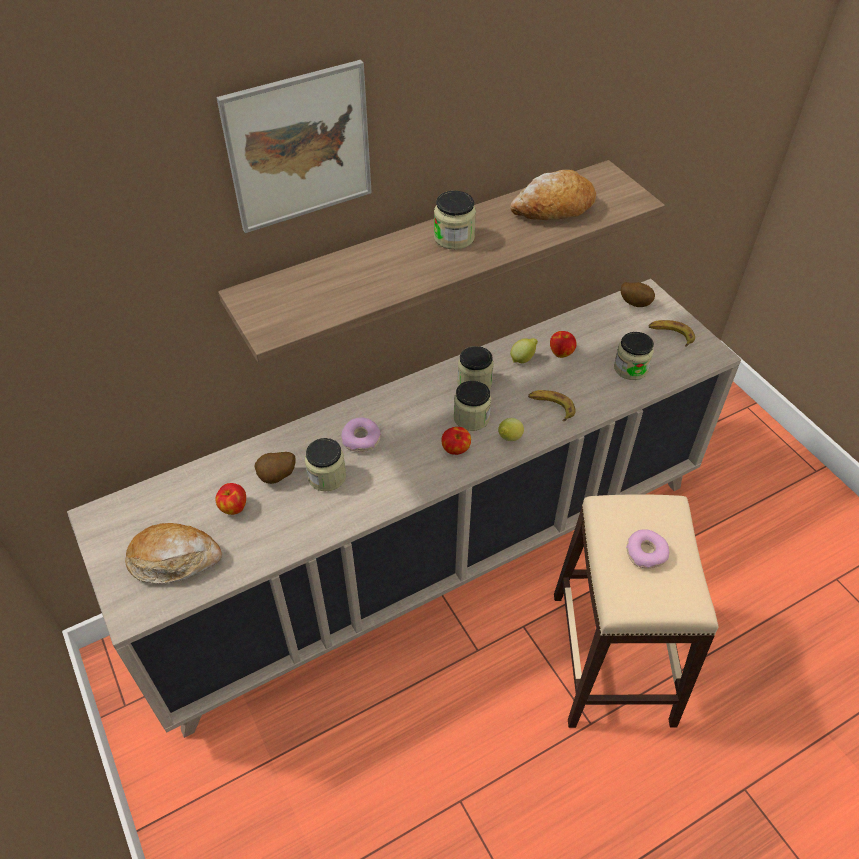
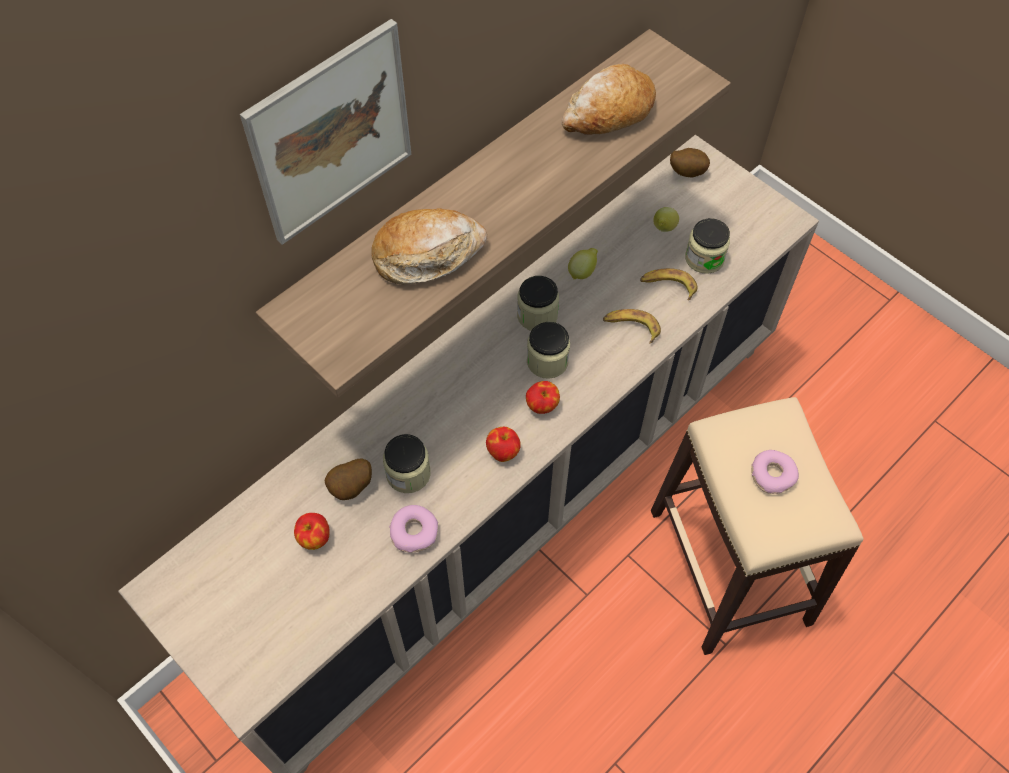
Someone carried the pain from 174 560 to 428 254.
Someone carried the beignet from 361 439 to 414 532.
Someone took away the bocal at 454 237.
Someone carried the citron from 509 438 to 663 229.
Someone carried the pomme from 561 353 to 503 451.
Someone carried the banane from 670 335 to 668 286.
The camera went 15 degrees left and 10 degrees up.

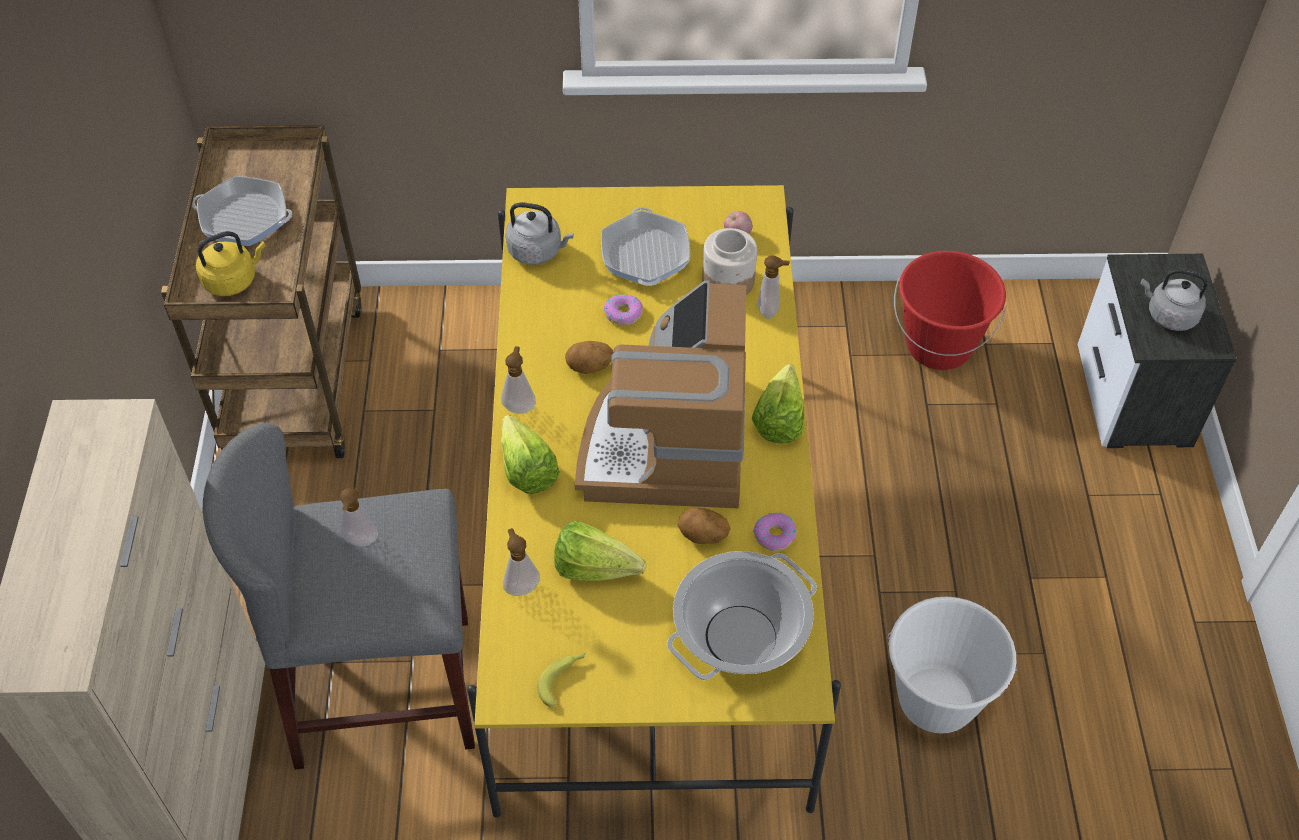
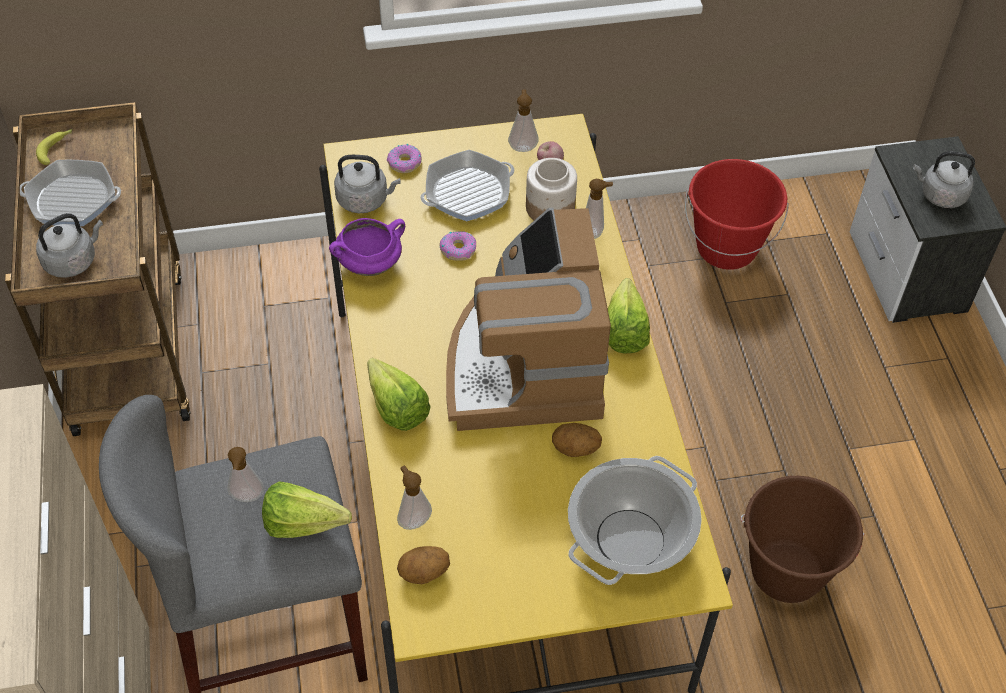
Someone repainted the bouilloire (jaune) at 233 280, which became the bouilloire (gris) at 73 261.
Someone carried the distributeur de savon from 519 406 to 523 146.
Someone carried the banane from 563 679 to 56 148.
Someone carried the laitue from 601 572 to 310 526.
Someone carried the pomme de terre from 589 368 to 424 574.
Someone rotated the poêle at 645 255 by 105 degrees counterclockwise.
Someone carried the beignet from 775 535 to 405 163.
Someone repainted the seau (blanc) at 936 700, which became the seau (marron) at 786 573.
Someone put down the marmite (violet) at 370 264.
The camera went 10 degrees left and 0 degrees up.

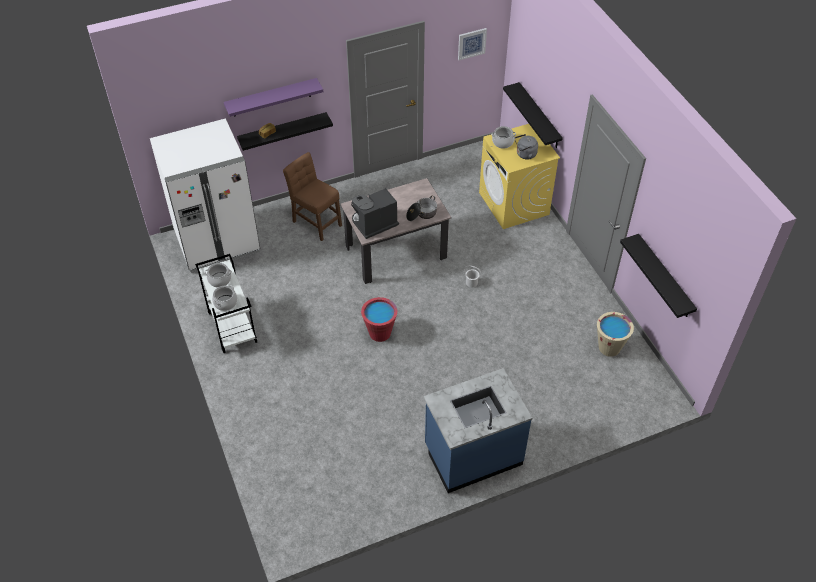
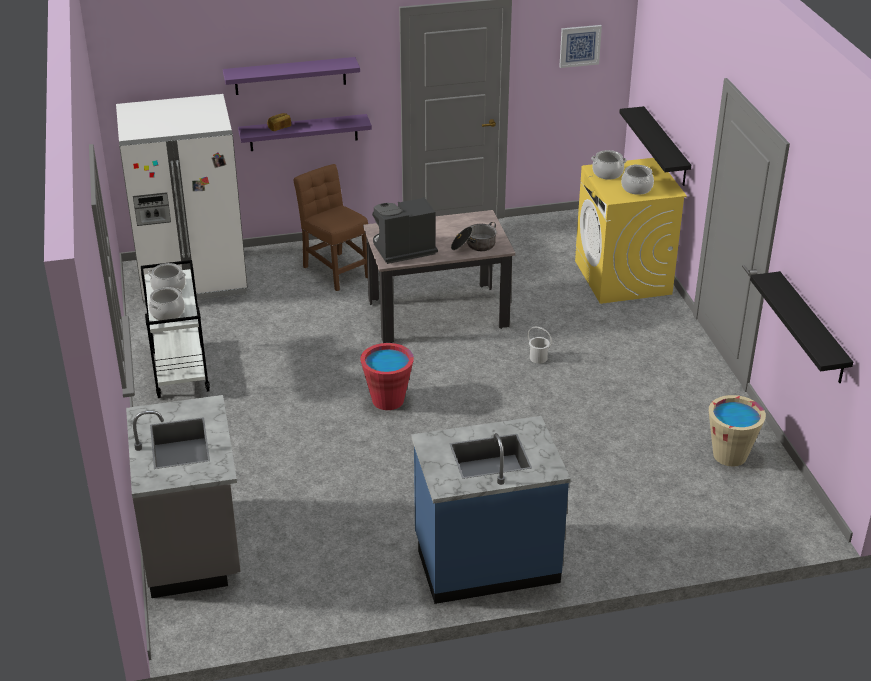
Someone repainted the étagère (noir) at 283 131, which became the étagère (violet) at 303 132.
Someone swapped the bouilloire (gris) at 525 154 for the marmite at 636 188.
Someone put down the comptoir de cuisine (gris) at 194 546.
The camera went 10 degrees right and 15 degrees down.

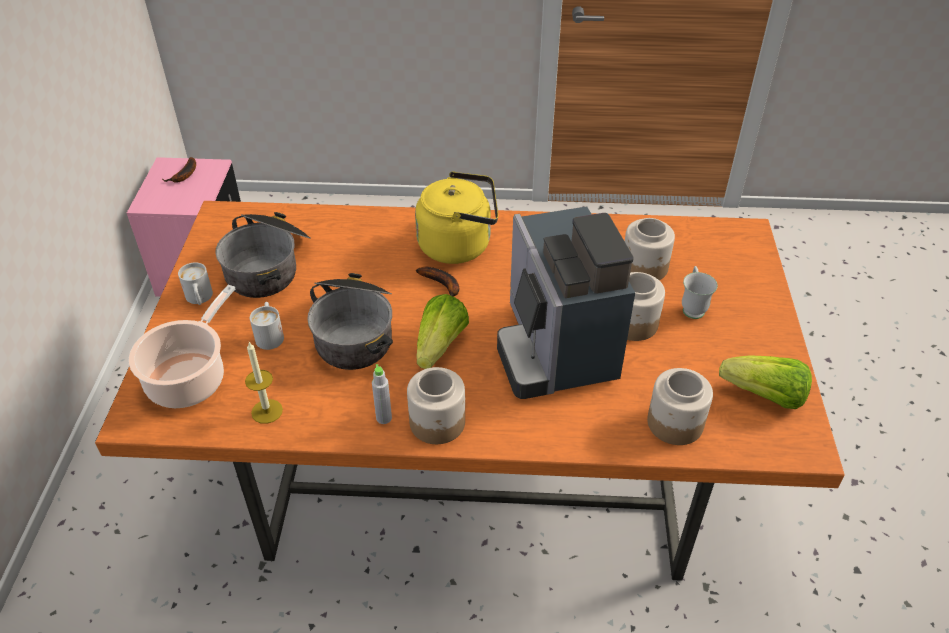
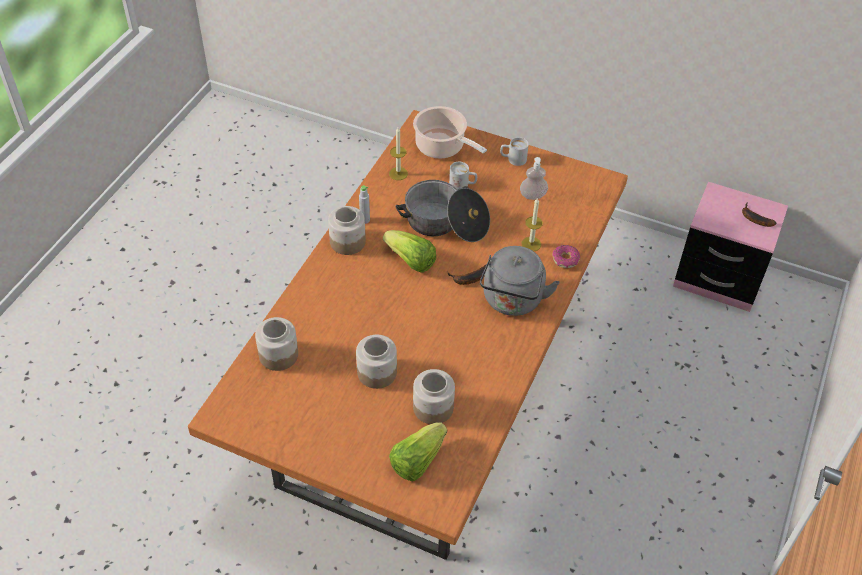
Someone swapped the marmite at 269 266 for the distributeur de savon at 533 195.
Someone repainted the bouilloire (jaune) at 459 245, which became the bouilloire (gris) at 512 301.
Someone took away the machine à café at 555 349.
Someone took away the mug (blanc) at 692 307.
Someone carried the laitue from 764 396 to 417 460.
Someone put down the bougie at 531 244.
Someone put down the beignet at 565 260.
The camera went 110 degrees right and 5 degrees up.

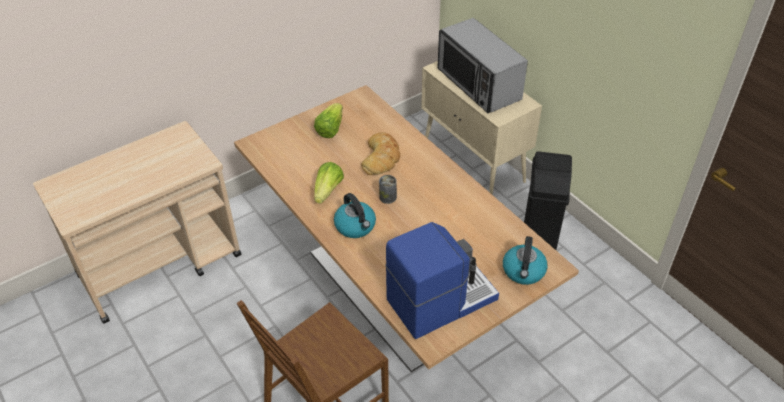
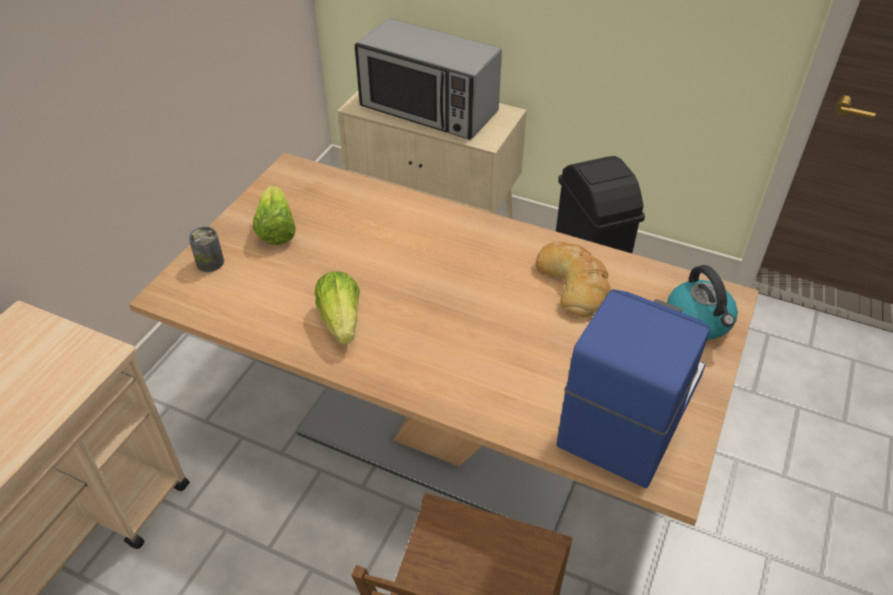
Someone took away the bouilloire at 356 226.
Someone carried the pain from 381 157 to 574 282.
Someone carried the boîte métallique from 388 197 to 210 263.
The camera went 30 degrees left and 0 degrees up.

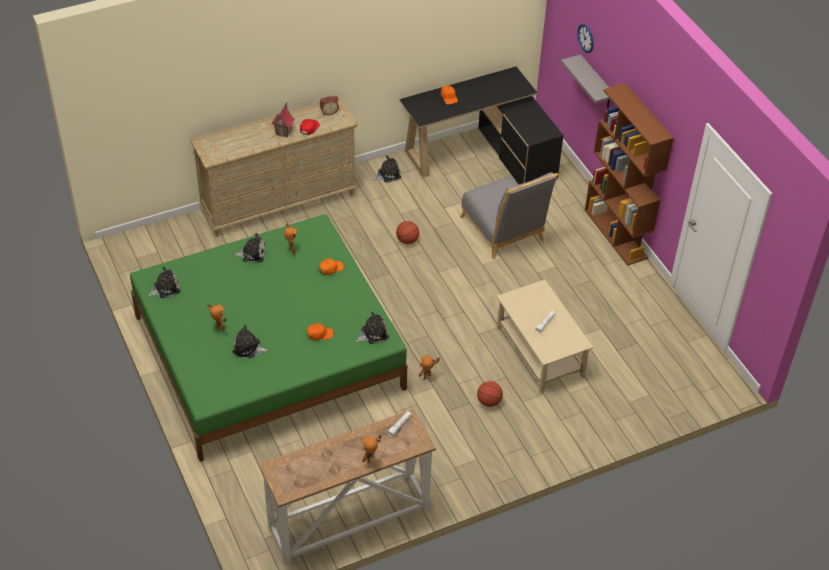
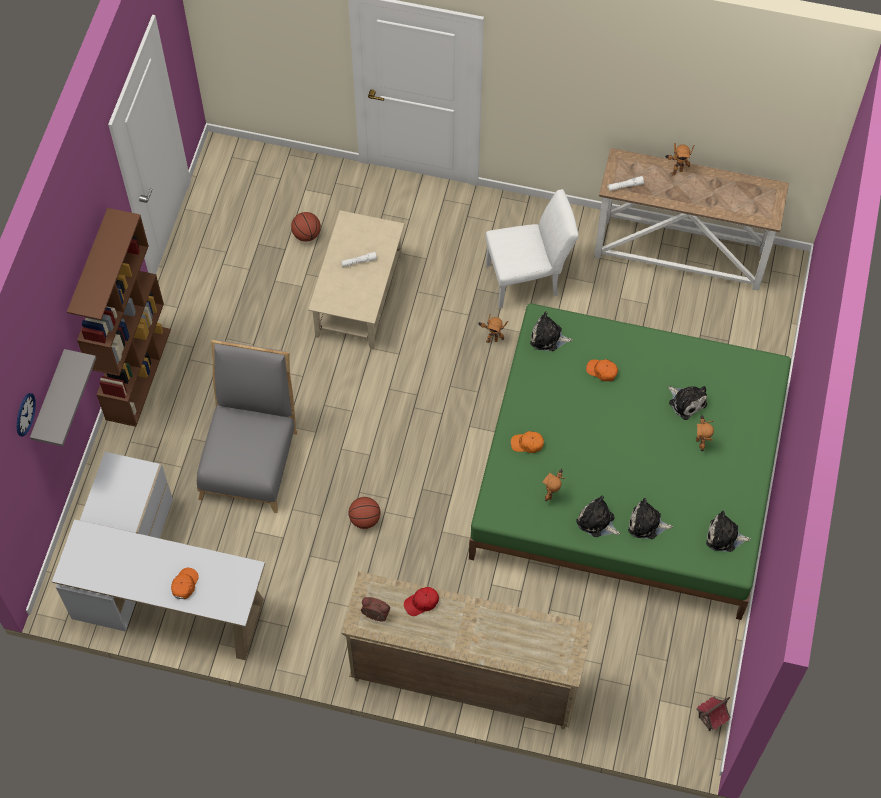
Someone carried the maison miniature from 284 132 to 710 719.
Someone carried the peluche from 387 174 to 646 524.
Someone repainted the bureau (noir) at 483 154, which became the bureau (blanc) at 160 587.
Someone carried the ballon de basket from 489 402 to 306 234.
Someone put down the chaise (blanc) at 528 279.
The camera went 140 degrees left and 15 degrees up.

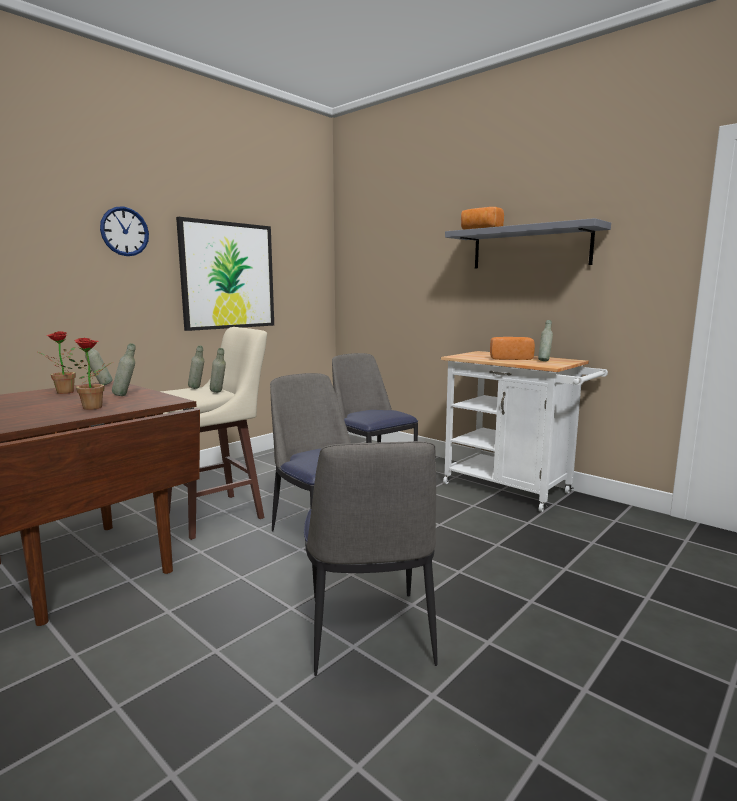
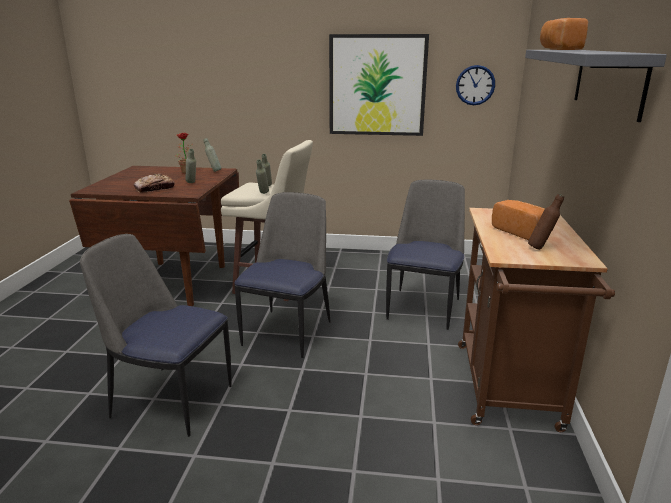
Someone swapped the plante en pot at 97 407 for the pain at 154 188.
Someone carried the horloge murale from 124 231 to 475 85.
Someone rotated the chaise at 369 634 by 60 degrees clockwise.
Someone repainted the chariot (blanc) at 514 490, which became the chariot (marron) at 509 391.
Someone repainted the bouteille (gris) at 544 361, which became the bouteille (marron) at 541 248.
The camera went 55 degrees right and 10 degrees up.

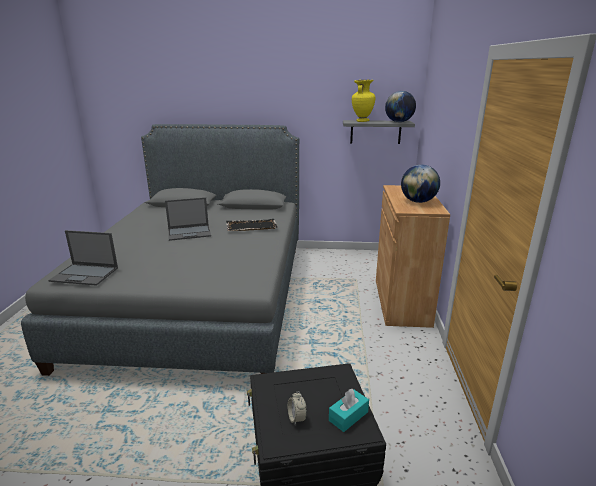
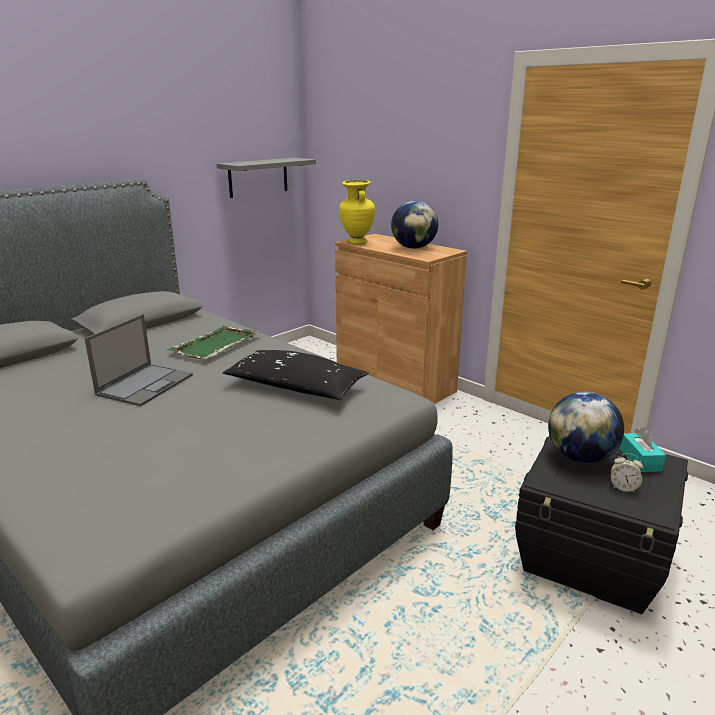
Someone took away the ordinateur portable at 85 274.
Someone repainted the plateau (noir) at 251 227, which became the plateau (vert) at 214 345.
Someone carried the vase (jaune) from 362 121 to 356 242.
Someone carried the globe from 399 122 to 580 457.
Someone put down the coussin (noir) at 295 387.
The camera went 50 degrees left and 0 degrees up.

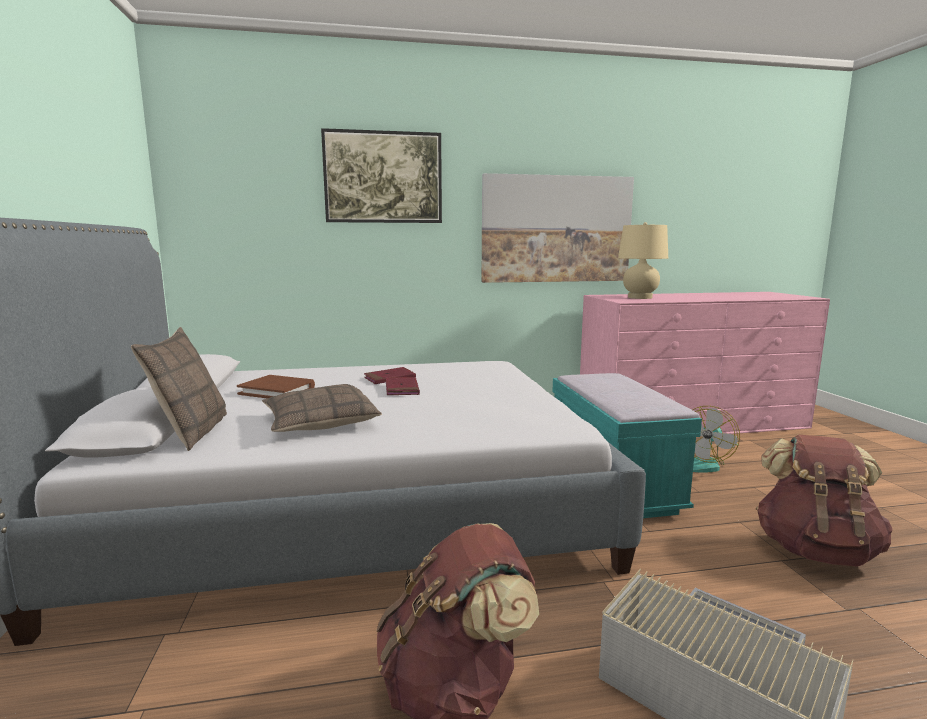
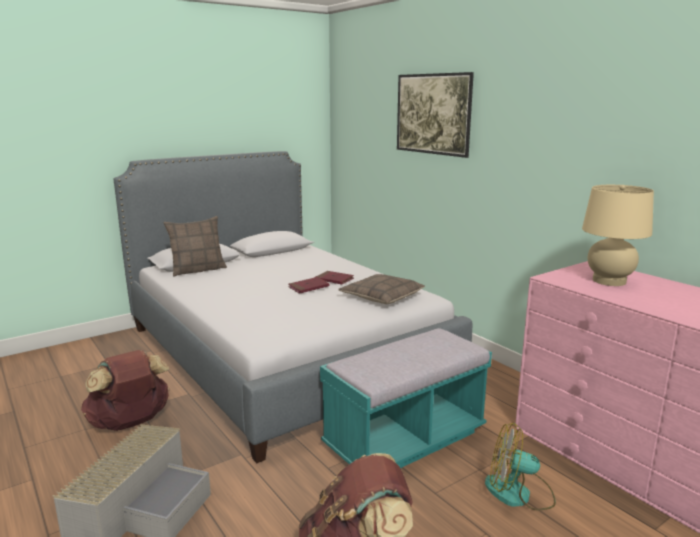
Someone took away the livre (marron) at 277 391.
Someone carried the coussin from 320 421 to 381 297.
Someone took away the tableau at 556 229.
The camera went 65 degrees right and 5 degrees up.

